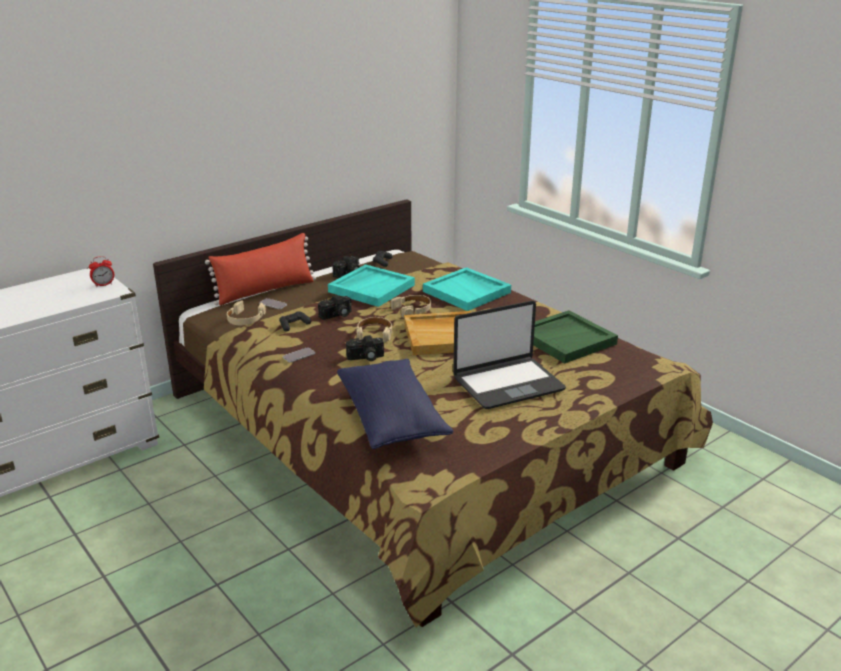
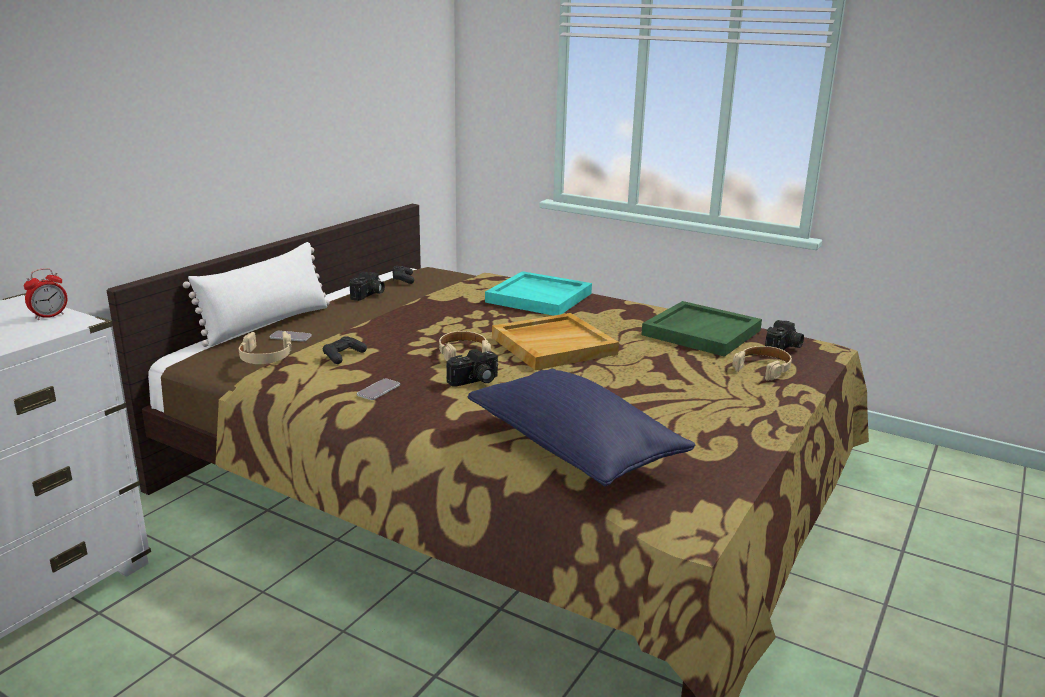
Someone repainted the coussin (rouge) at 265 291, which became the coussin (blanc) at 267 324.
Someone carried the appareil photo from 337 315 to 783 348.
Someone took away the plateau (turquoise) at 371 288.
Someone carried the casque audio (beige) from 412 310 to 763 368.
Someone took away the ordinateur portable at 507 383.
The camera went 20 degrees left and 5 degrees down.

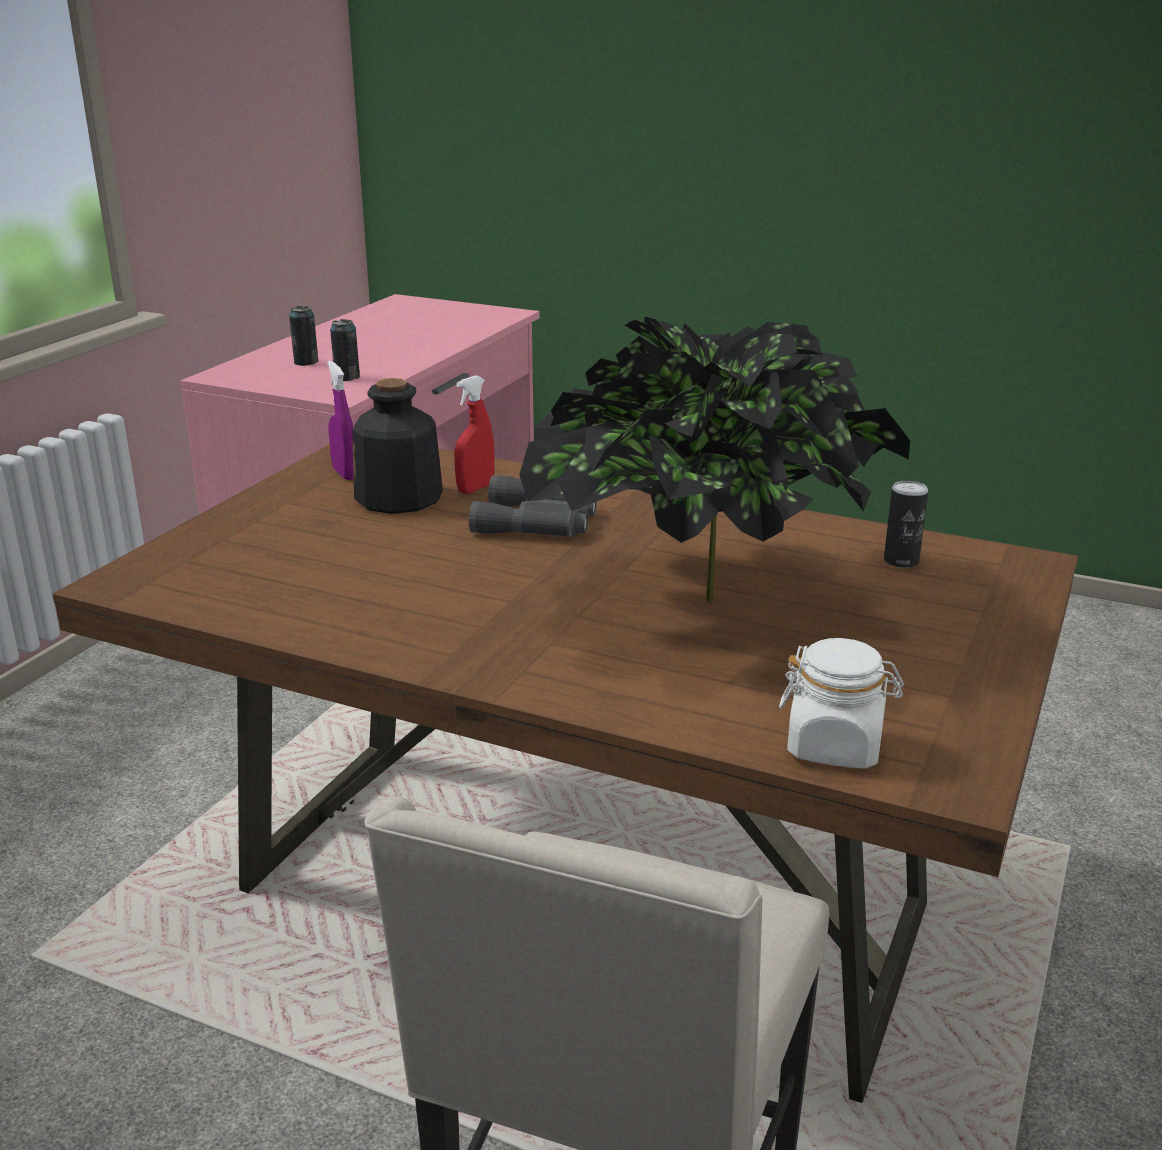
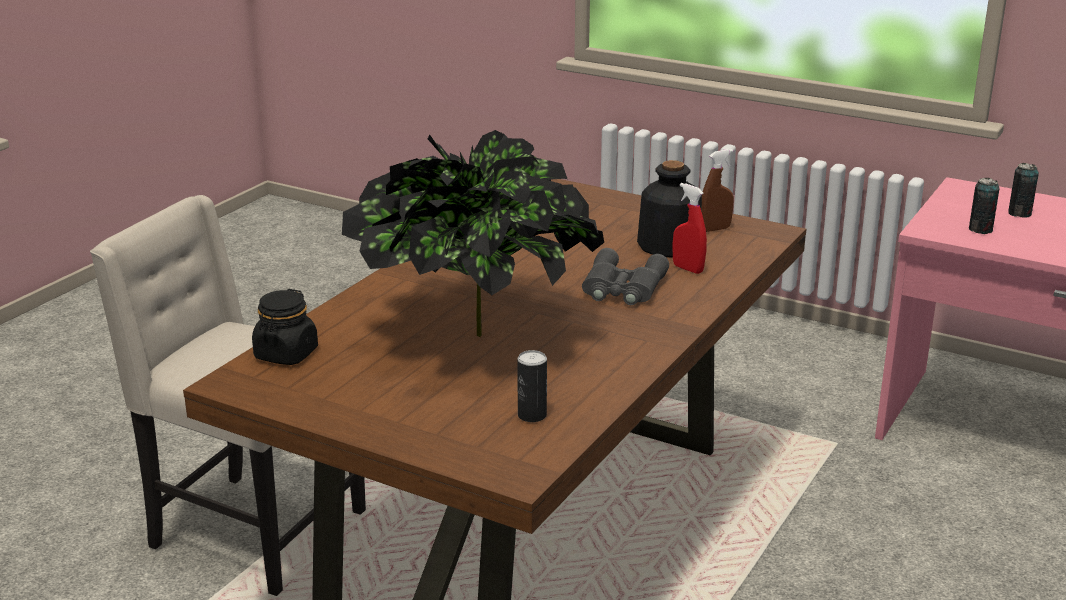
Someone repainted the vaporisateur (violet) at 345 474, which became the vaporisateur (marron) at 715 229.
Someone repainted the bocal (blanc) at 835 746, which became the bocal (noir) at 286 354.
The camera went 95 degrees right and 0 degrees up.

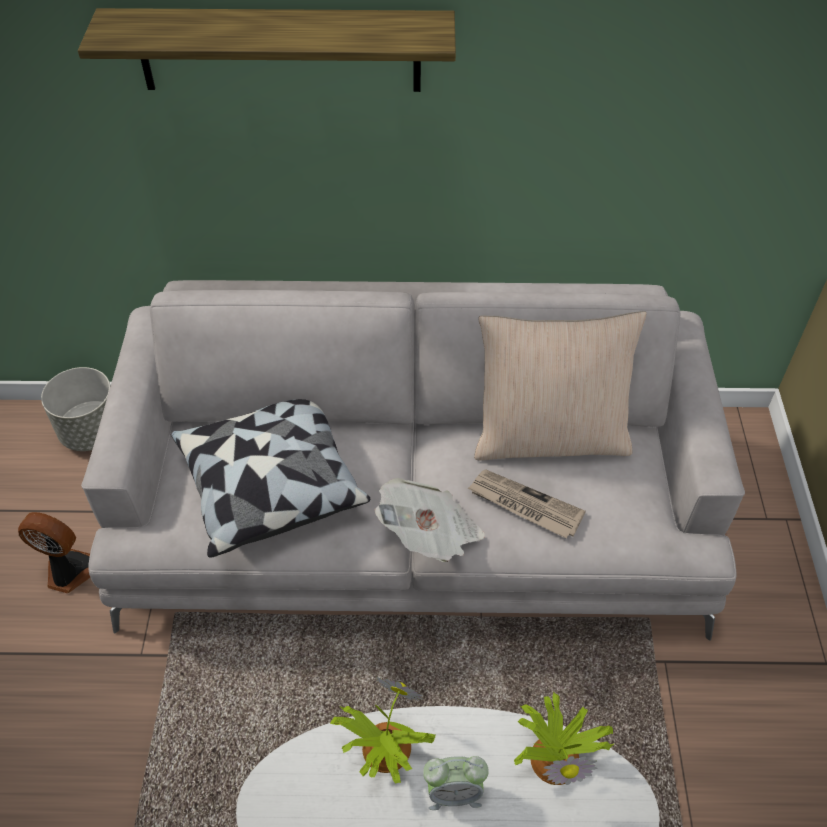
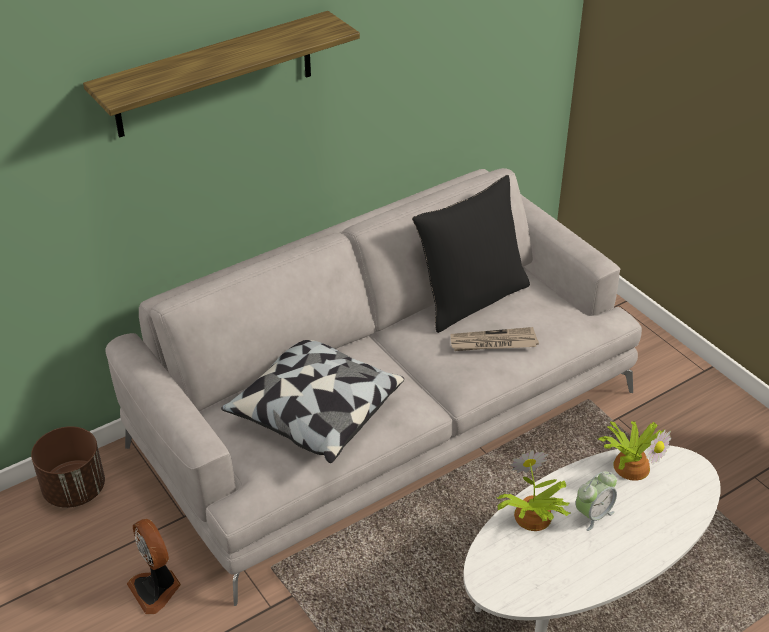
Someone rotated the ventilateur at 69 571 by 105 degrees counterclockwise.
Someone repainted the cache-pot (gris) at 92 431, which became the cache-pot (marron) at 75 489.
Someone took away the journal at 430 535.
Someone repainted the coussin (beige) at 549 437, which became the coussin (noir) at 471 298.
The camera went 35 degrees left and 10 degrees down.

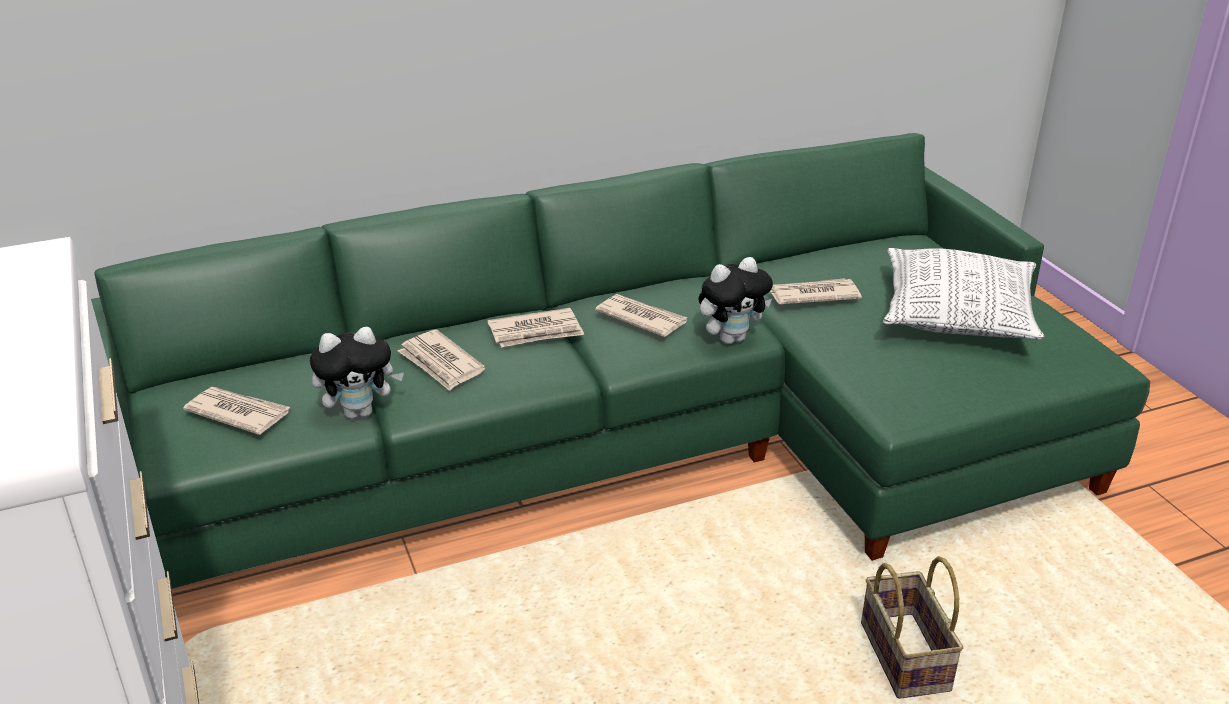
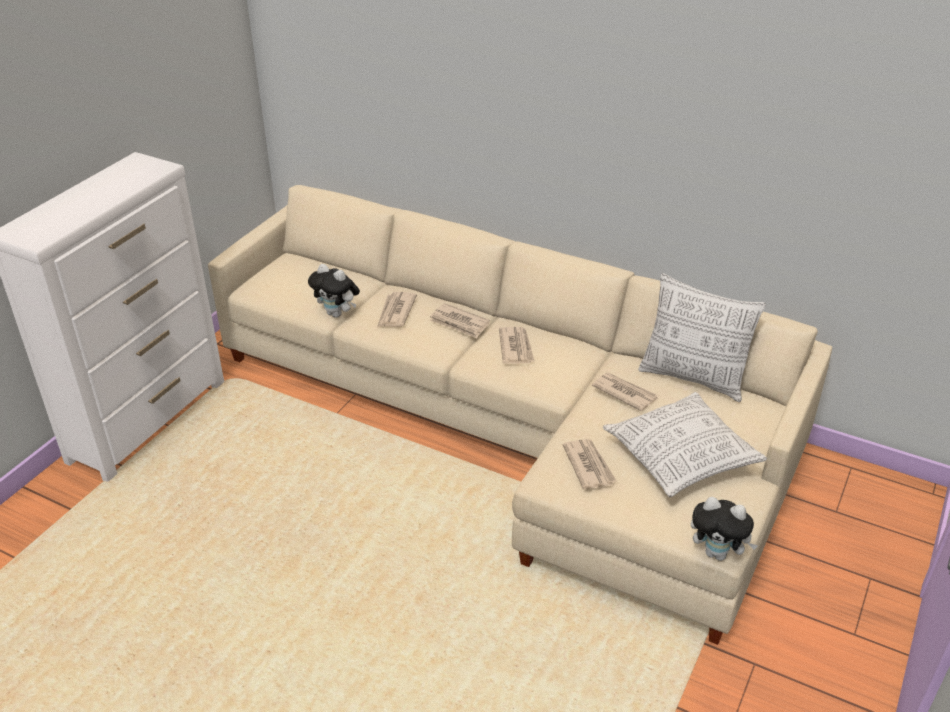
Someone repainted the canapé (vert) at 645 442, which became the canapé (beige) at 521 427.
Someone carried the journal from 238 413 to 589 465.
Someone carried the peluche from 731 338 to 718 553.
Someone took away the panier at 901 655.
Someone put down the coussin at 693 378.
The camera went 50 degrees right and 5 degrees up.

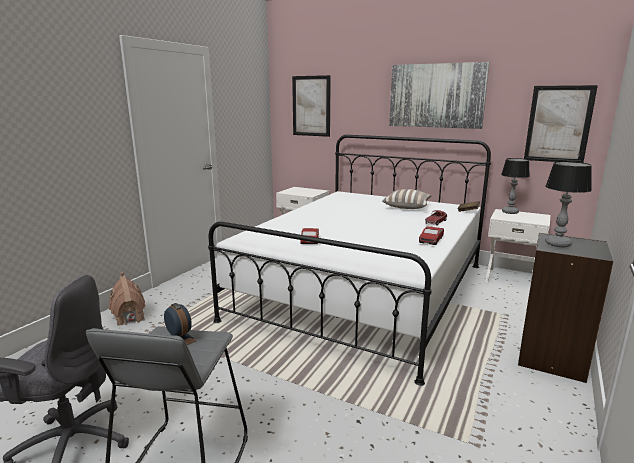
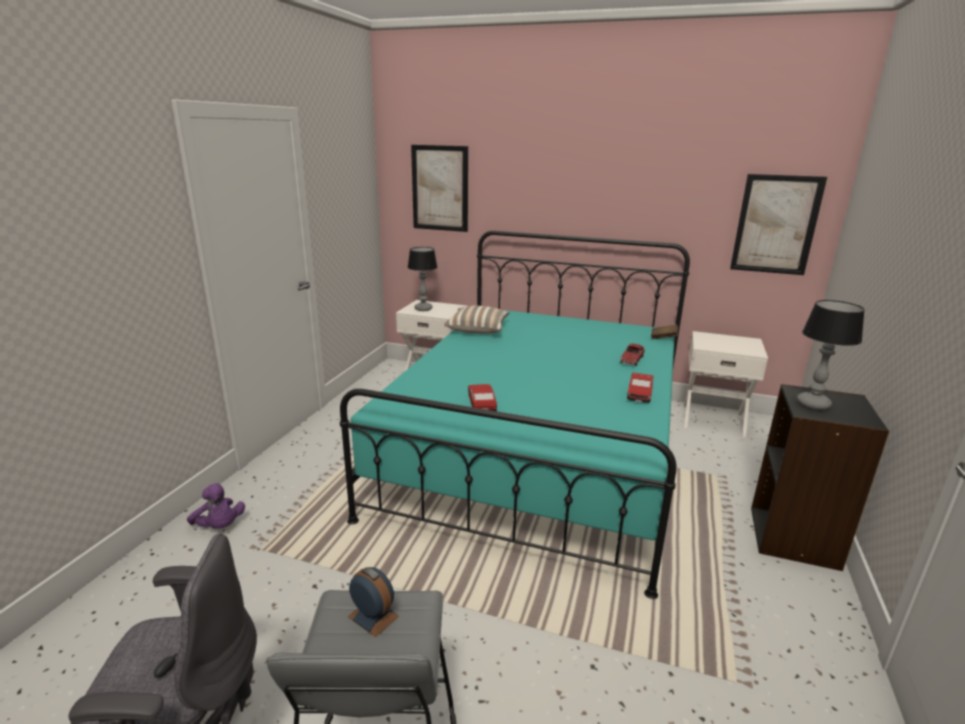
Someone swapped the maison miniature at 129 318 for the peluche (violet) at 219 526.
Someone repainted the lit (blanc) at 364 290, which became the lit (turquoise) at 537 451.
Someone carried the coussin from 407 207 to 478 329.
Someone took away the tableau at 436 96.
Someone carried the lampe de table from 510 212 to 424 309.
The camera went 10 degrees left and 5 degrees up.

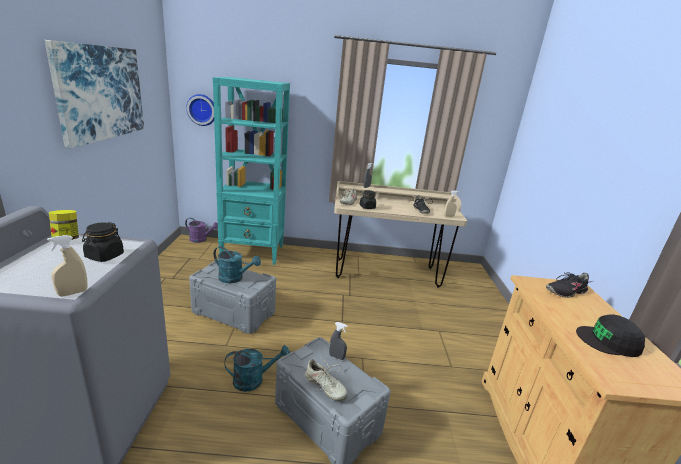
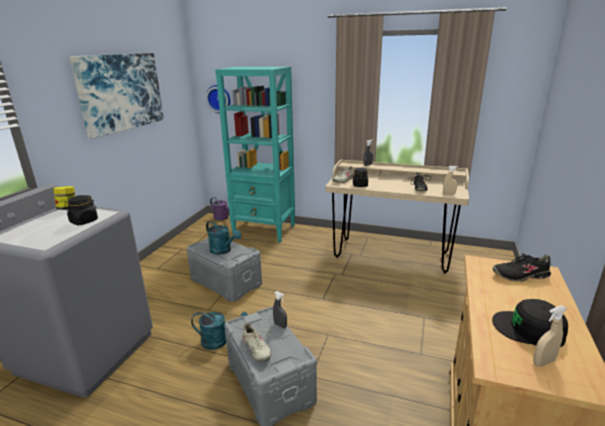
Someone carried the vaporisateur (beige) from 73 293 to 543 362.
The camera went 20 degrees right and 0 degrees up.

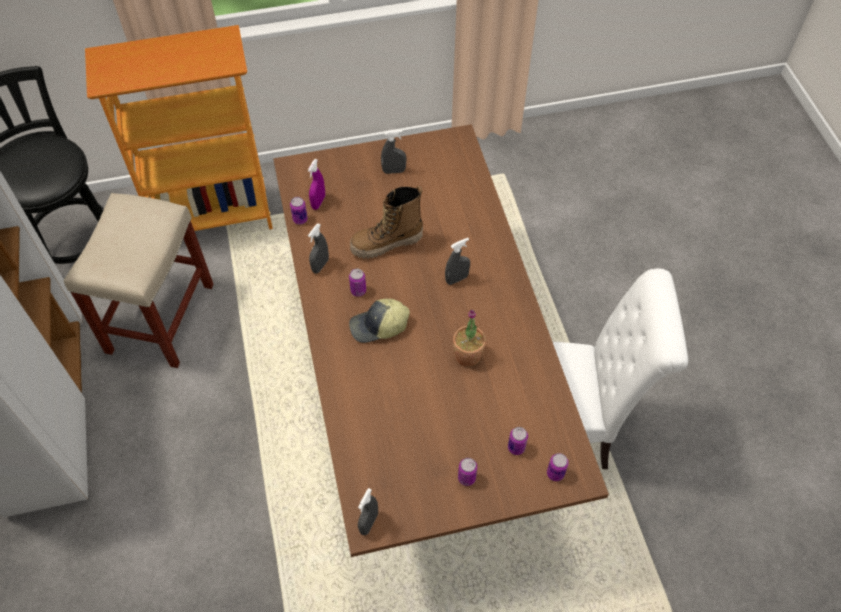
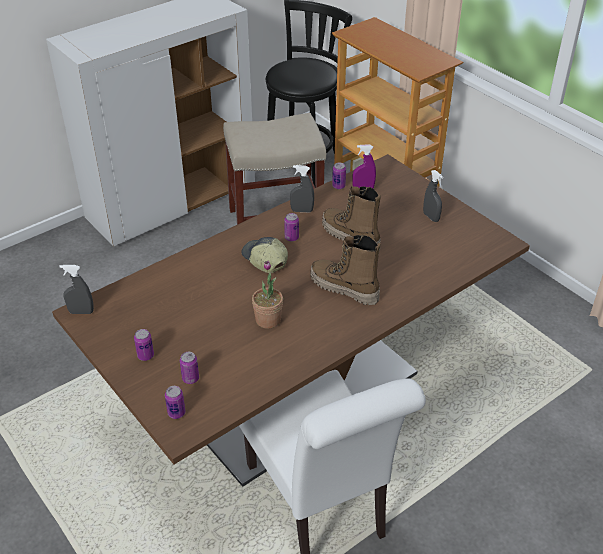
Someone swapped the vaporisateur (gris) at 457 279 for the botte at 344 289.
The camera went 65 degrees right and 15 degrees down.

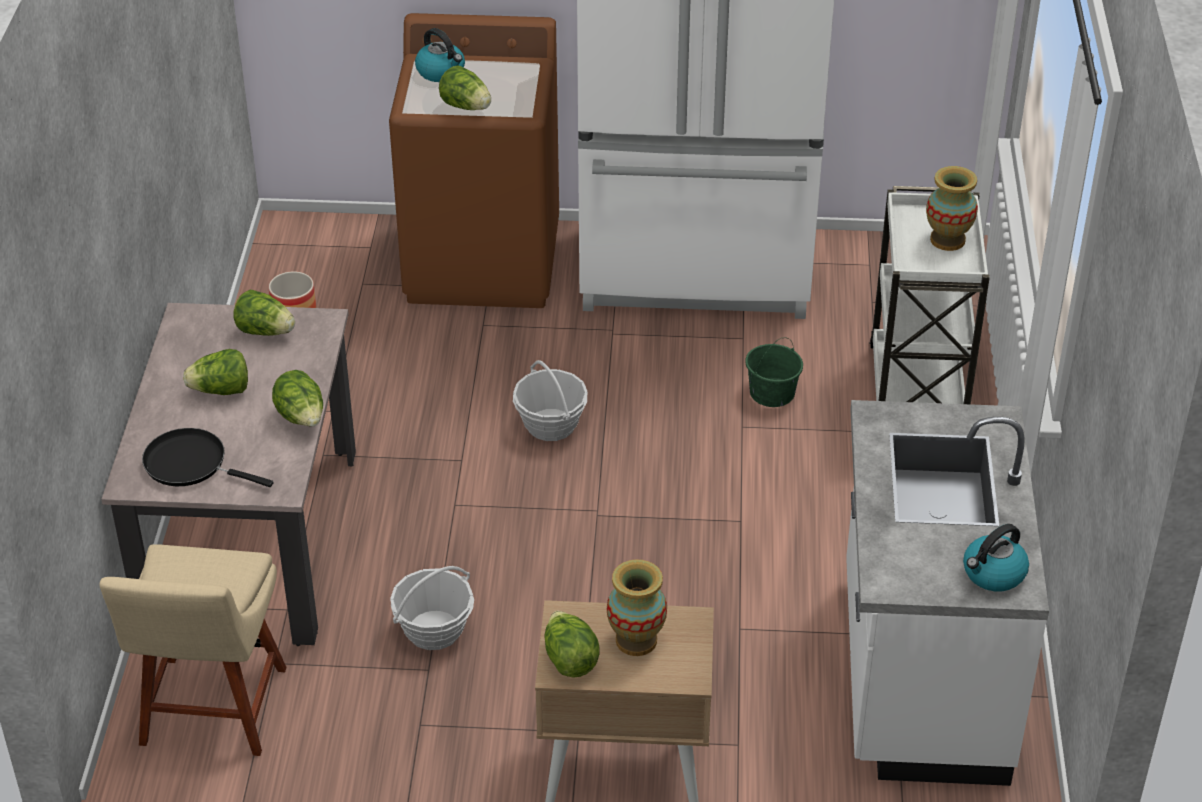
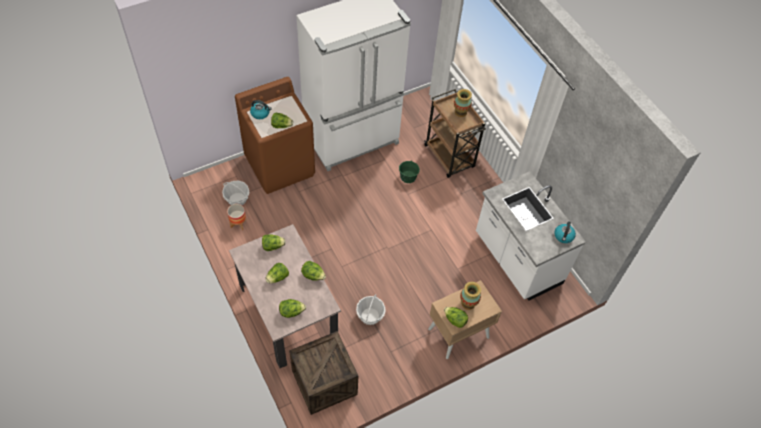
Someone swapped the chaise (beige) at 211 712 for the caisse at 324 382.
Someone swapped the poêle (noir) at 191 464 for the laitue at 291 312.
Someone carried the panier from 551 425 to 237 200.
Someone repainted the chariot (blanc) at 917 393, which became the chariot (marron) at 449 157.
The camera went 35 degrees left and 15 degrees up.

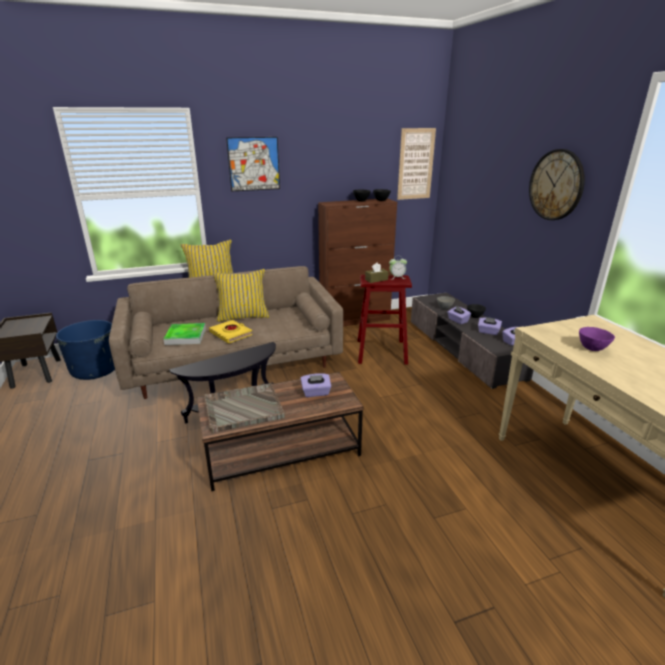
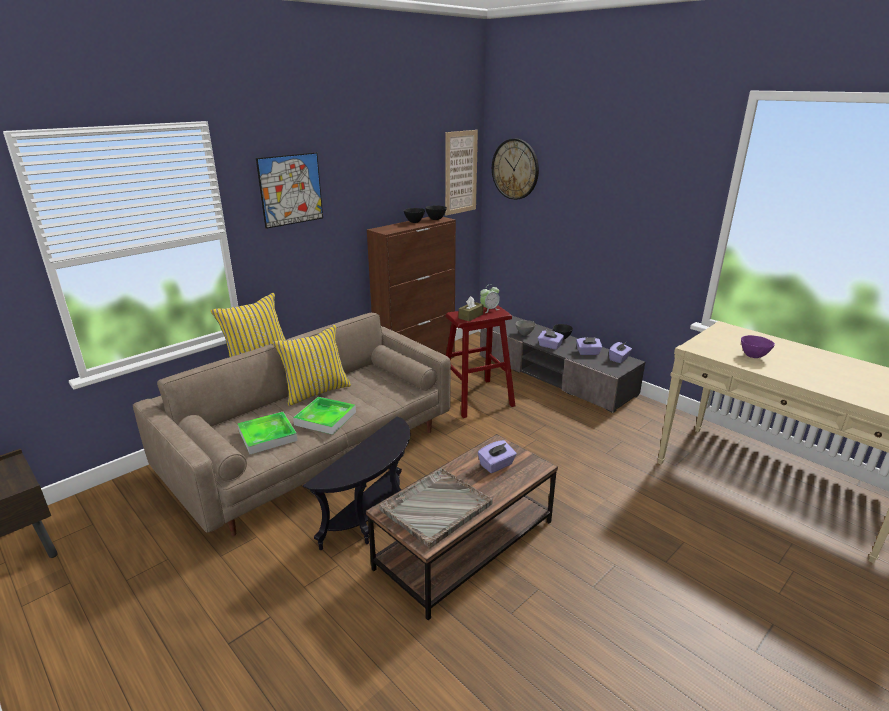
Someone took away the cache-pot (bleu) at 95 370.
Someone swapped the livre (jaune) at 231 334 for the plateau at 325 418.
Someone carried the horloge murale from 556 185 to 515 169.
The camera went 25 degrees left and 0 degrees up.

